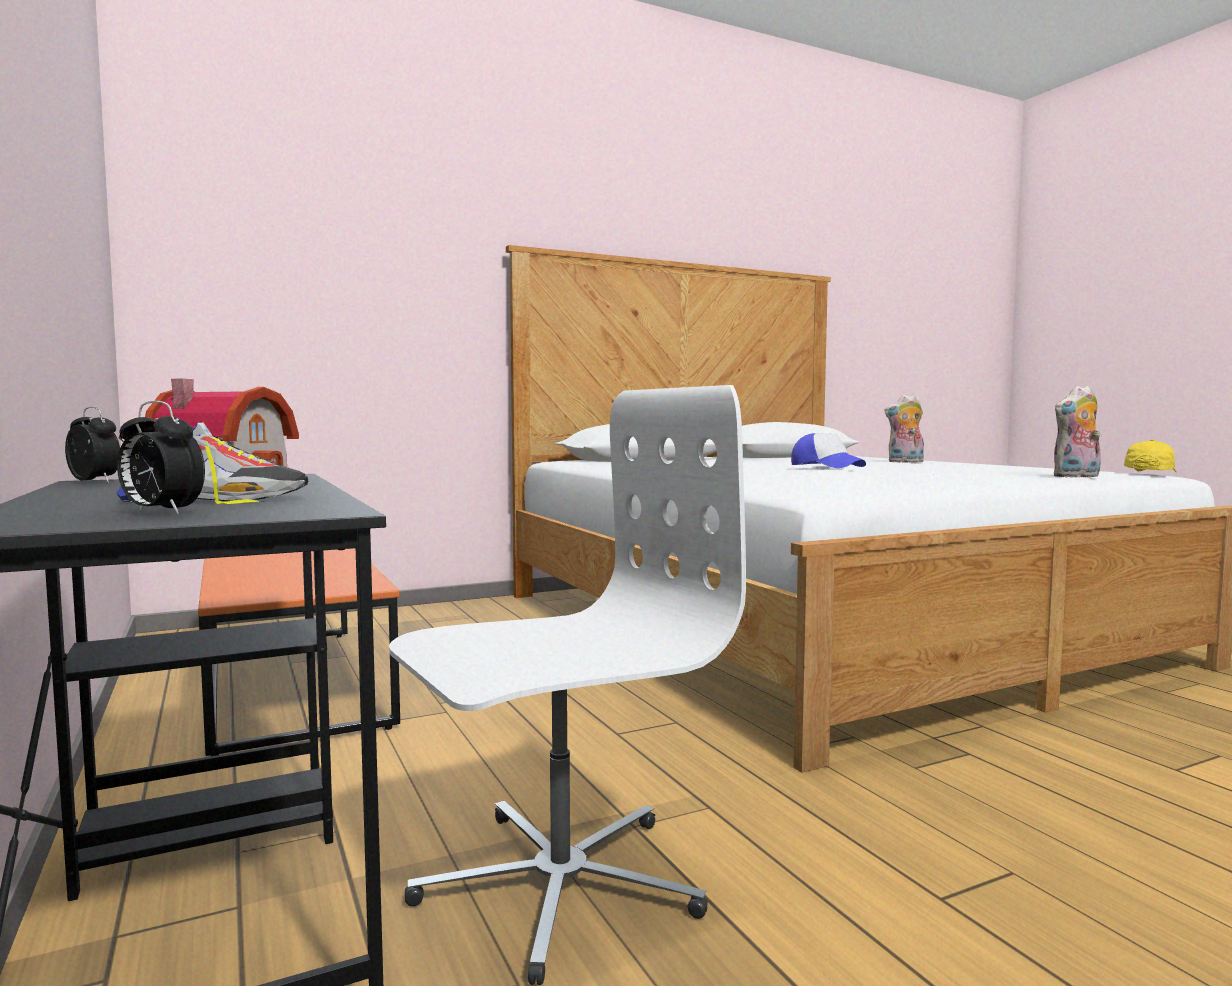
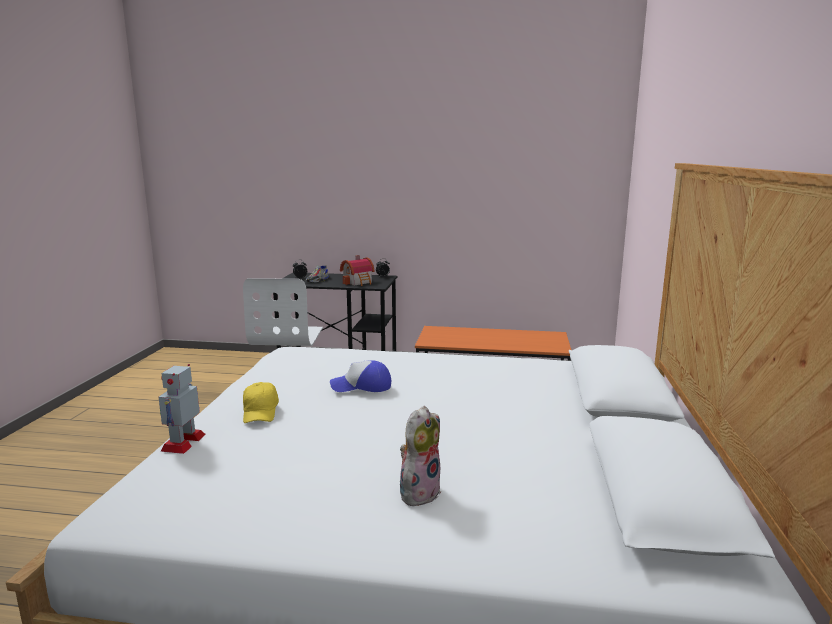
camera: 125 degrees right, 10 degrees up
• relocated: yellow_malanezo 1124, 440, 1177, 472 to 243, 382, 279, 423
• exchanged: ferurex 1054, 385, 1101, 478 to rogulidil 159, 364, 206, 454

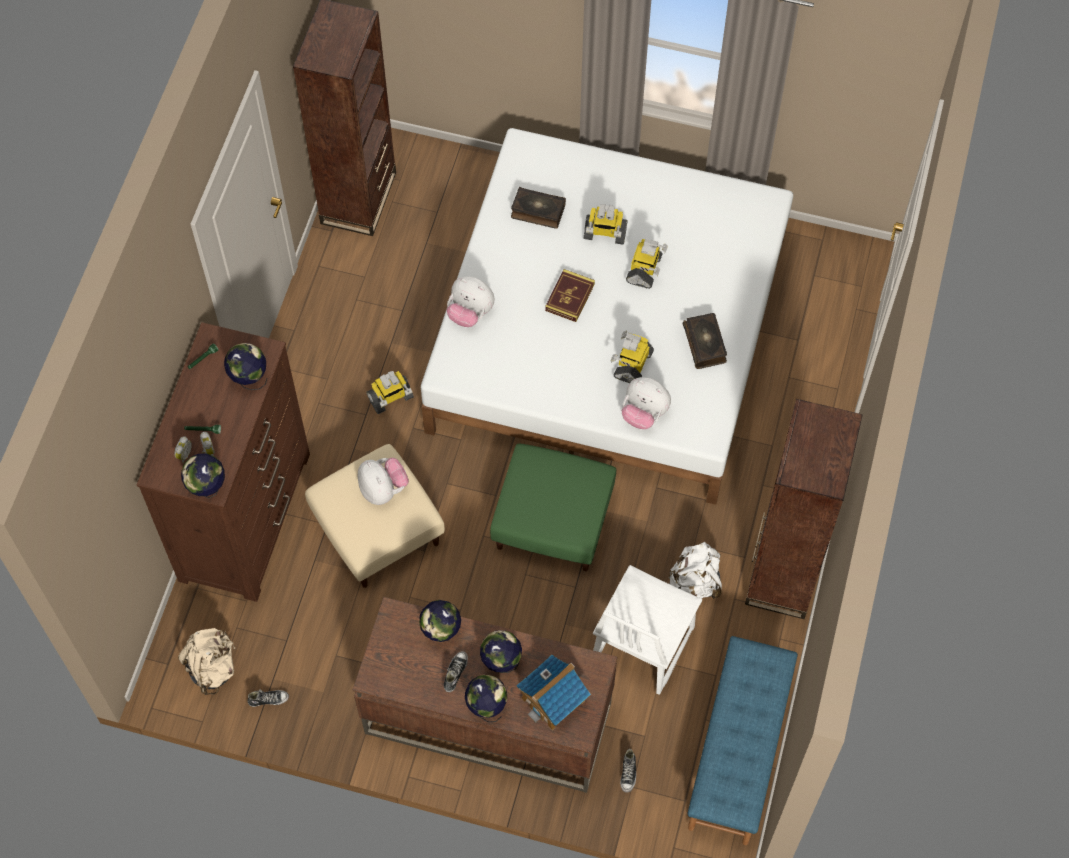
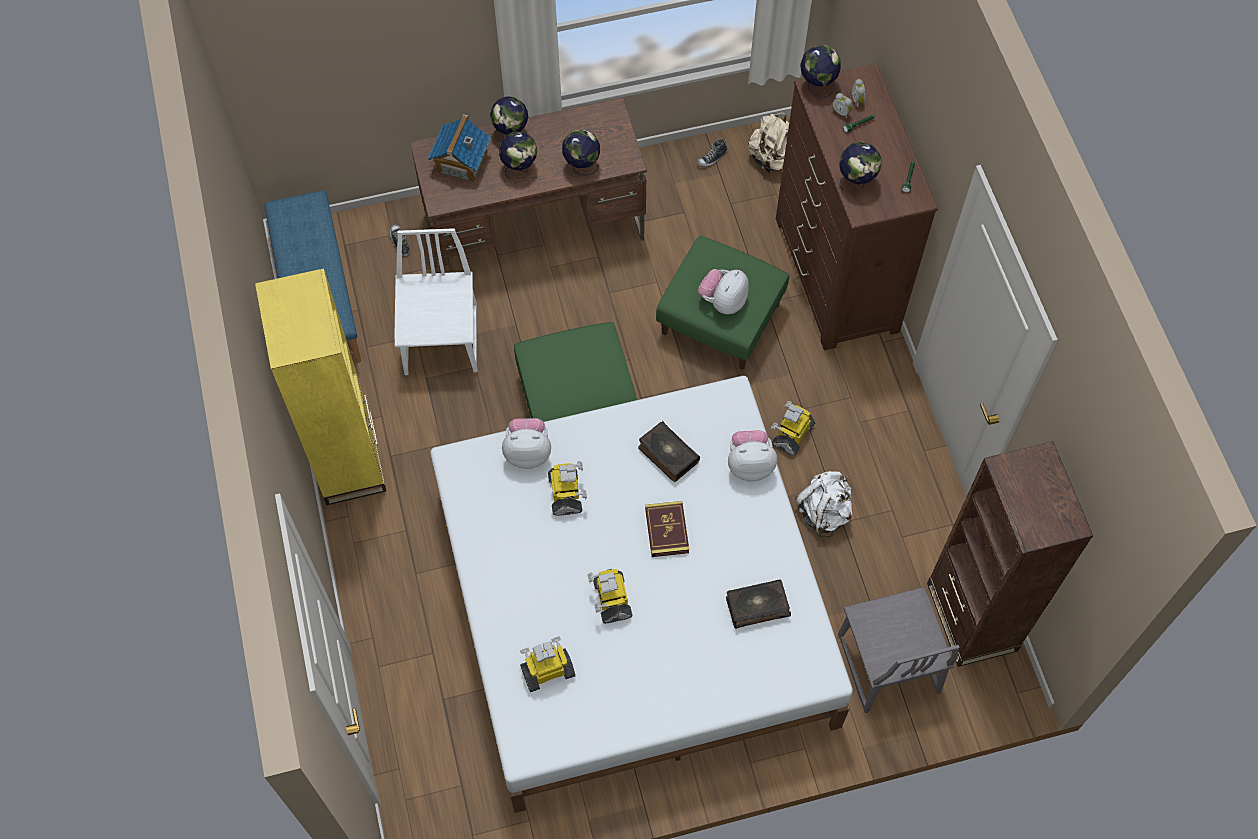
camera: 150 degrees right, 0 degrees up
• missing: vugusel 444, 651, 468, 692
• appeared: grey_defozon 838, 587, 960, 713
• relocated: rogulidil 584, 204, 628, 245 to 520, 636, 576, 692
• relocated: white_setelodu 669, 542, 722, 599 to 795, 471, 852, 538
• relocated: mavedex 683, 313, 727, 369 to 638, 421, 700, 482
• colour: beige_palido 305, 444, 445, 588 to green_palido 656, 236, 789, 370
• colour: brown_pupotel 745, 399, 863, 619 to yellow_pupotel 255, 268, 386, 505
• spun: ferurex 358, 458, 409, 505 = 698, 269, 749, 314 90 degrees clockwise

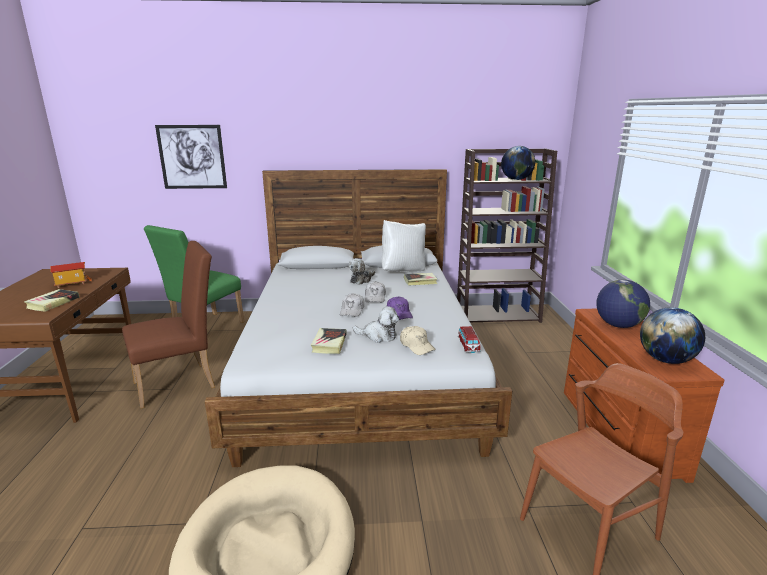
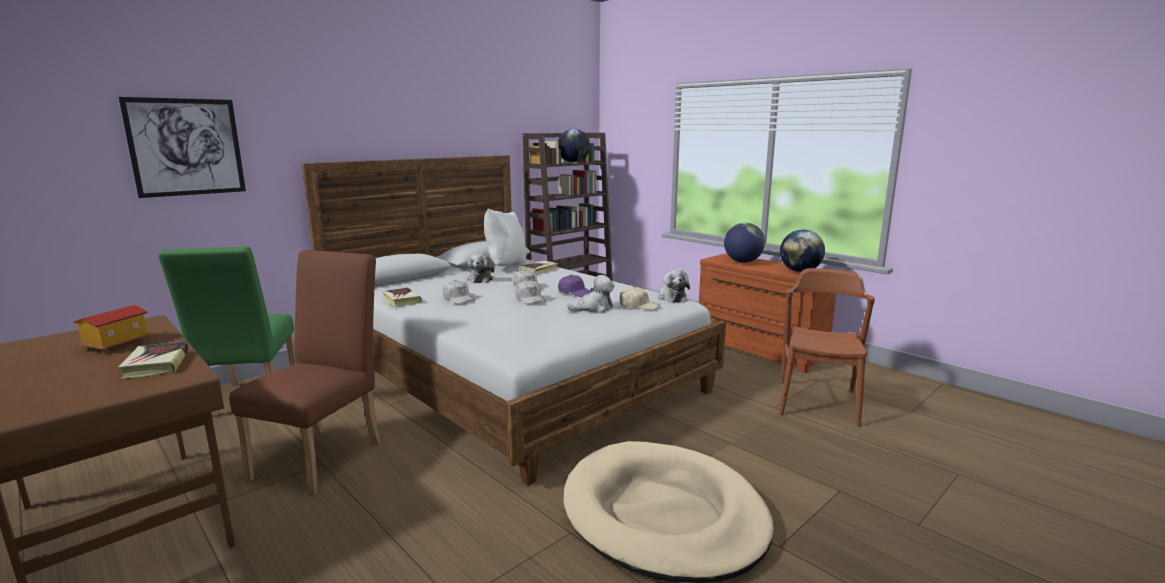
camera: 40 degrees left, 5 degrees down
• appeared: white_malanezo 443, 280, 475, 304
• relocated: mavedex 311, 328, 347, 354 to 382, 287, 422, 307
• exchanged: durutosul 458, 326, 481, 353 to ferurex 659, 269, 690, 303

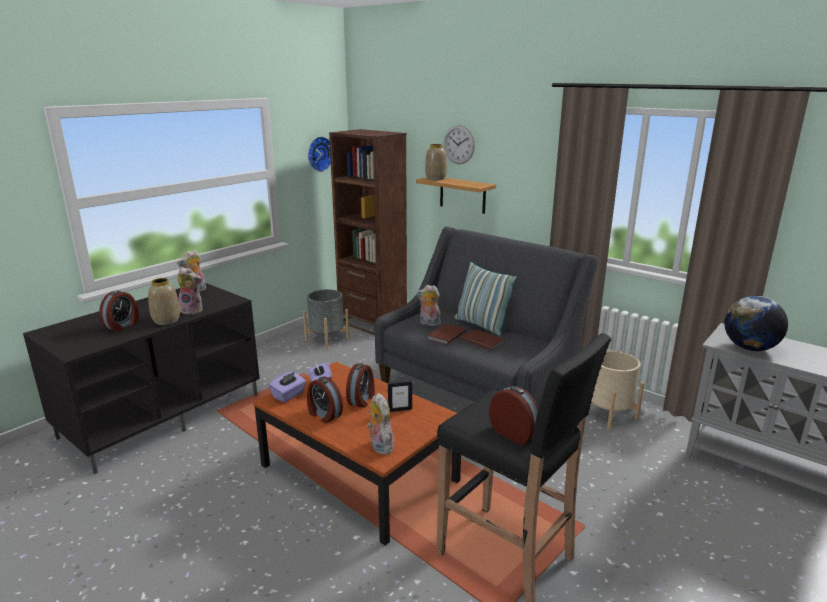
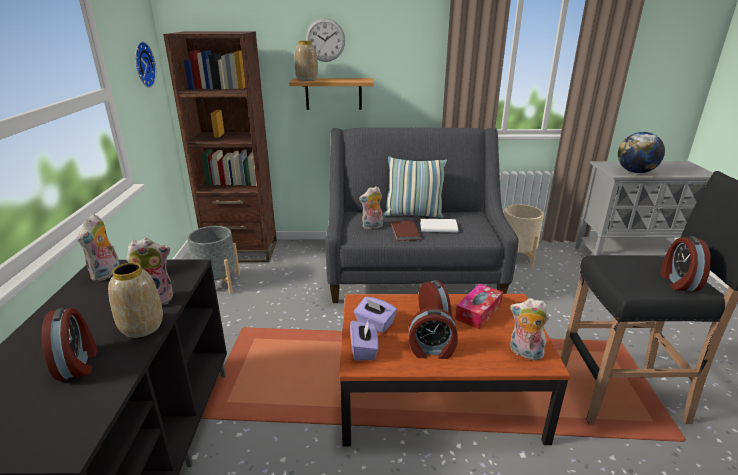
camera: 40 degrees left, 5 degrees up
• exchanged: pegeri 388, 380, 412, 412 to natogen 455, 284, 503, 330
• colour: brown_mavedex 460, 329, 505, 351 to white_mavedex 420, 219, 459, 232
• spun: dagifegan 489, 386, 539, 445 = 660, 236, 711, 292 90 degrees counterclockwise

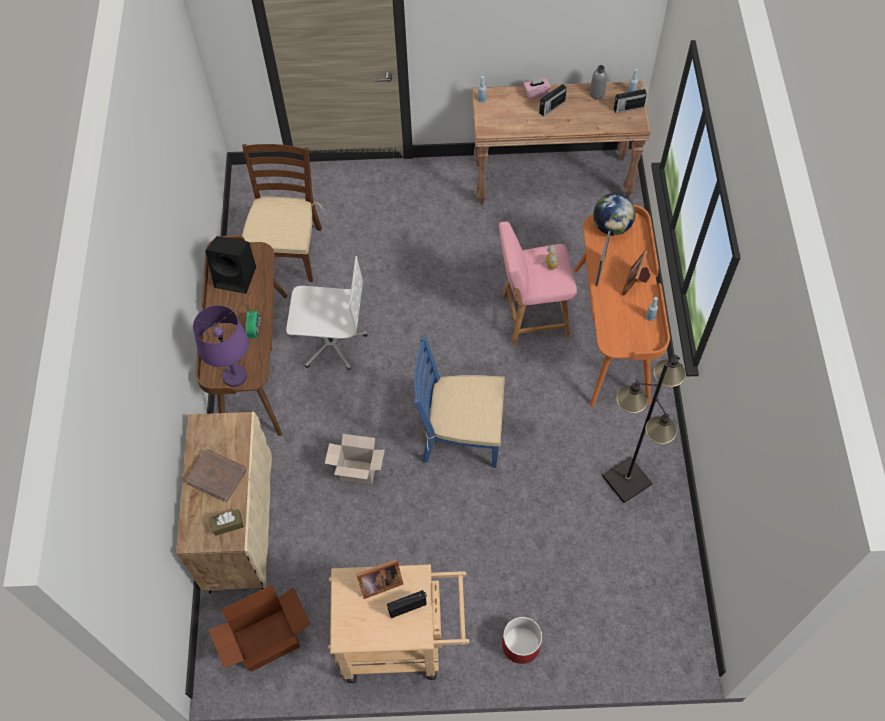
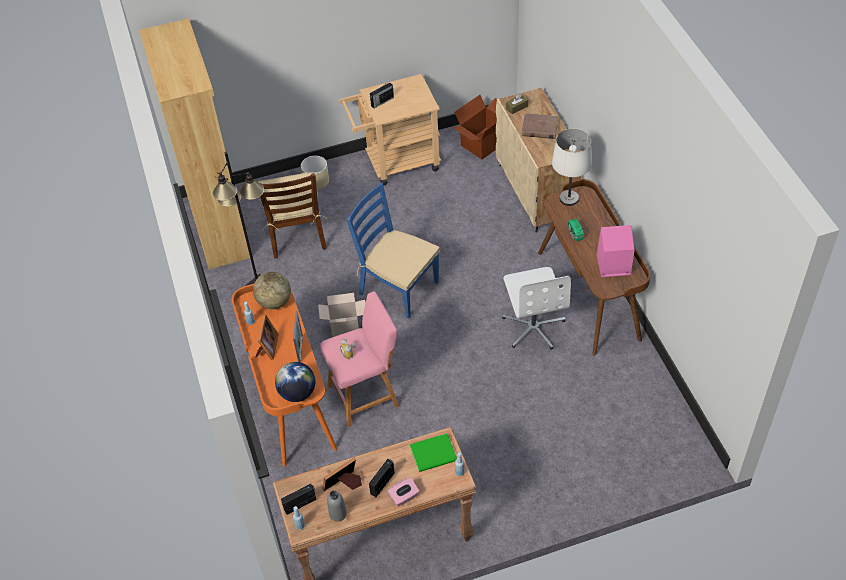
camera: 165 degrees right, 10 degrees down
• appeared: brown_pupotel 139, 18, 250, 270
• appeared: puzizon 253, 272, 291, 309
• appeared: green_mavedex 410, 433, 457, 472
• relocated: brown_defozon 242, 144, 323, 282 to 258, 172, 327, 259
• relocated: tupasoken 325, 434, 385, 485 to 318, 293, 365, 337
• relocated: pegeri 356, 559, 403, 599 to 322, 458, 362, 491
• colour: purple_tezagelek 193, 305, 249, 387 to white_tezagelek 552, 129, 592, 206
• colour: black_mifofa 205, 236, 256, 294 to pink_mifofa 597, 225, 635, 277
• colour: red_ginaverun 502, 617, 543, 664 to beige_ginaverun 301, 155, 329, 190
• spun: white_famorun 286, 256, 368, 370 = 502, 267, 571, 350 90 degrees counterclockwise
• spun: blue_defozon 414, 336, 505, 468 = 347, 183, 440, 319 135 degrees counterclockwise

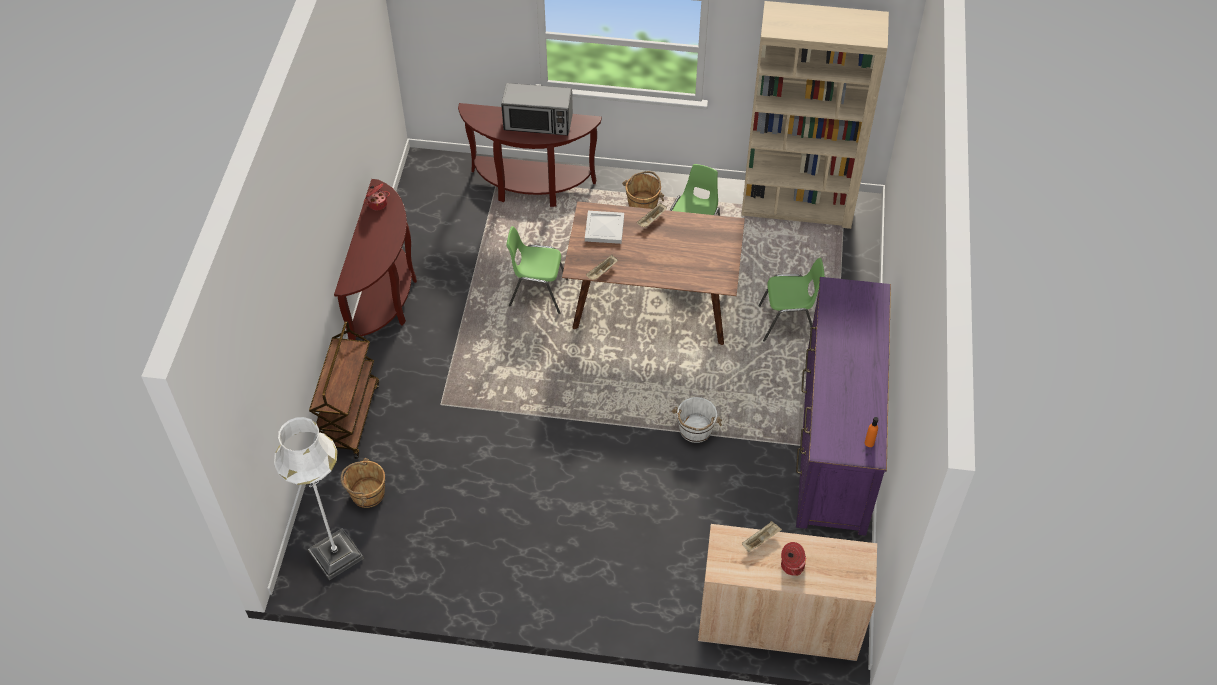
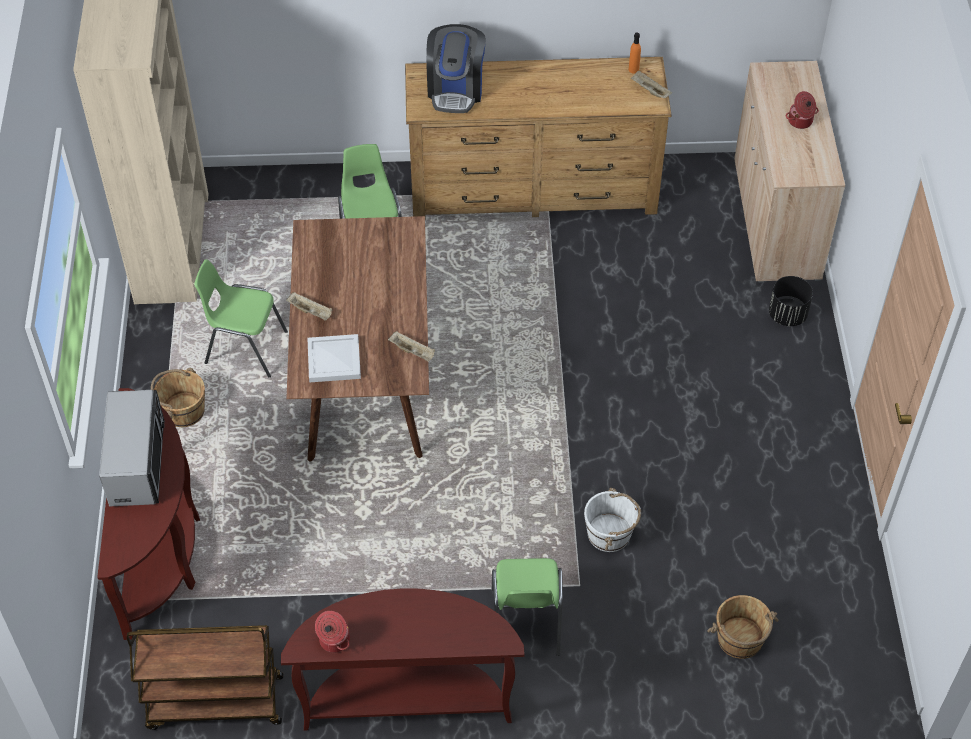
camera: 100 degrees left, 0 degrees up
• missing: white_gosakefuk 274, 417, 364, 580
• appeared: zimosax 426, 24, 486, 113
• appeared: black_ginaverun 769, 276, 813, 326
• relocated: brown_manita 309, 321, 379, 459 to 127, 625, 283, 730
• relocated: green_defozon 506, 226, 568, 314 to 492, 558, 563, 656
• relocated: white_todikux 671, 397, 722, 443 to 584, 488, 641, 552
• relocated: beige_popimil 742, 521, 782, 552 to 631, 70, 672, 98
• colour: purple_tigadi 796, 277, 891, 536 to brown_tigadi 405, 57, 671, 220

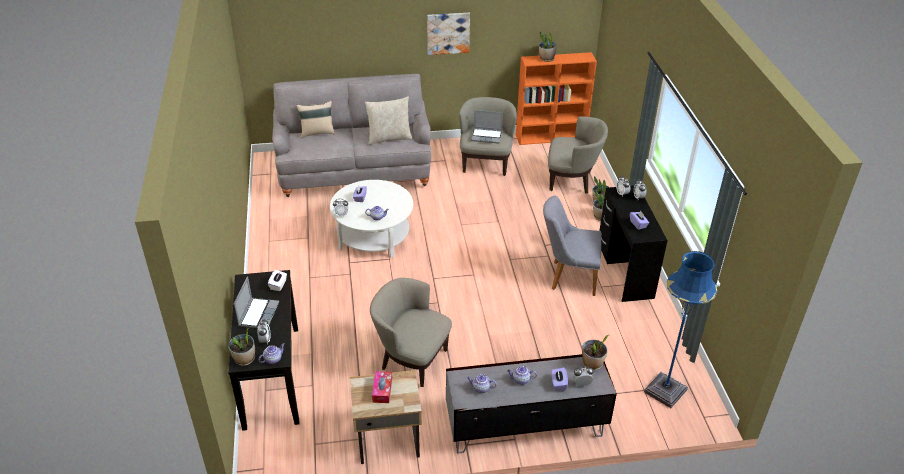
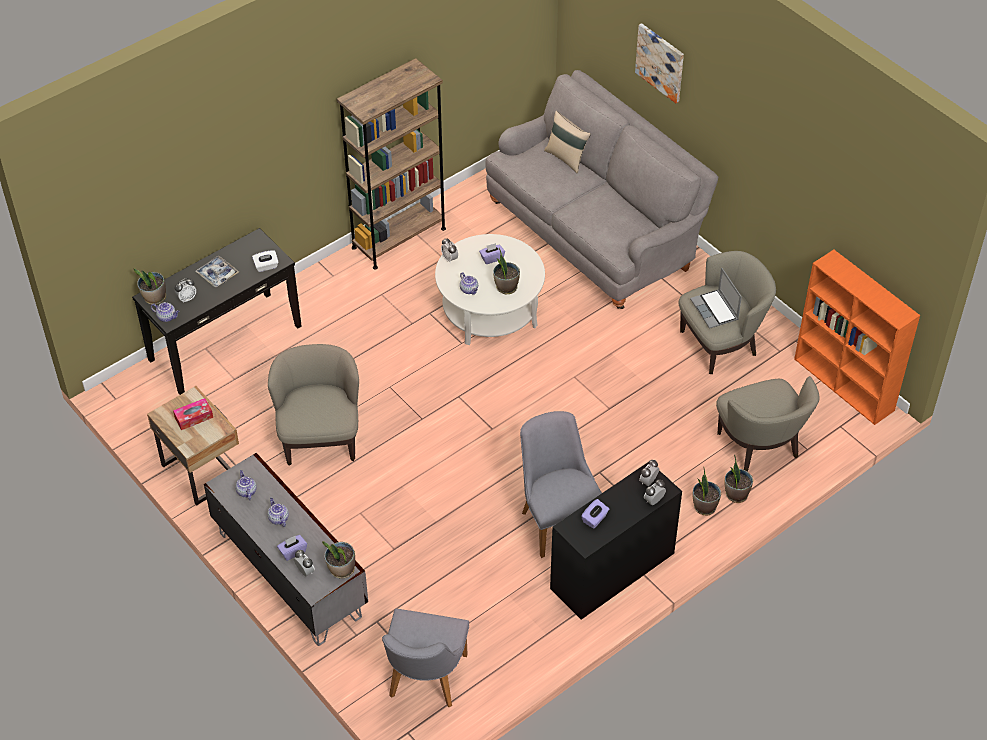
camera: 60 degrees right, 10 degrees up
• missing: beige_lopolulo 365, 96, 412, 145
• appeared: brown_pupotel 337, 58, 446, 270
• relocated: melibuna 427, 13, 470, 55 to 635, 23, 684, 103
• relocated: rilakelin 539, 31, 557, 62 to 493, 248, 520, 294
• exchanged: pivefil 234, 276, 279, 328 to popimil 195, 256, 239, 287
• exchanged: blue_gosakefuk 644, 251, 717, 408 to grey_defozon 382, 609, 469, 707

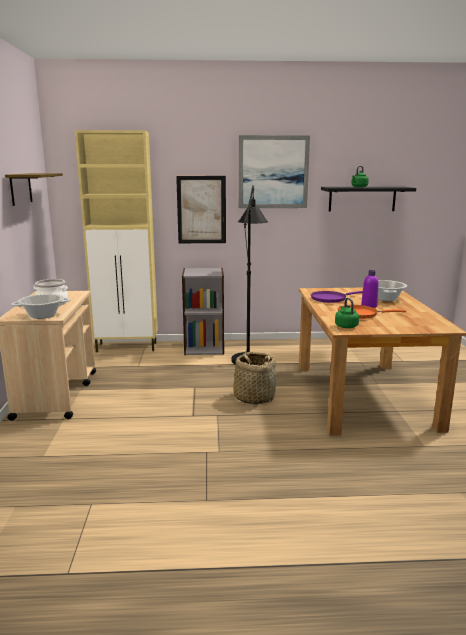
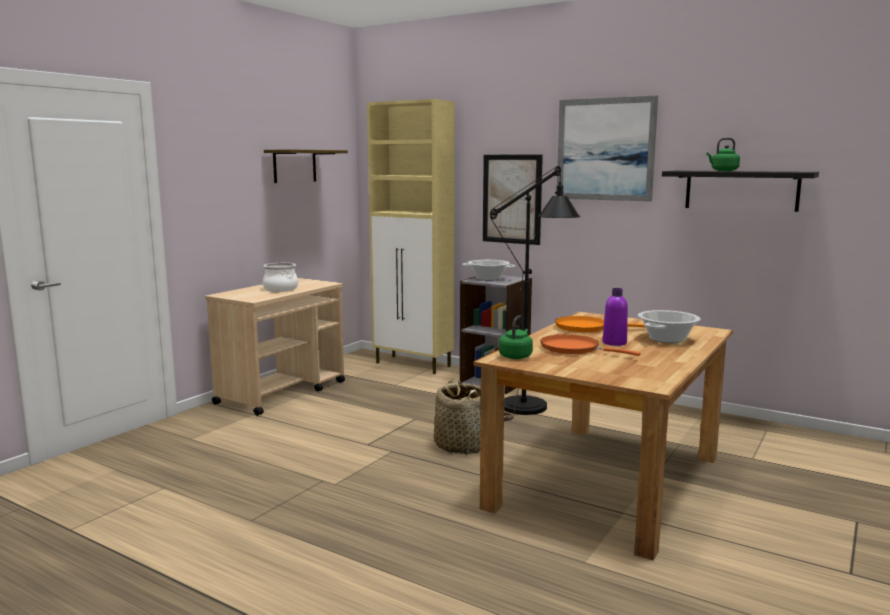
camera: 35 degrees right, 5 degrees down
• relocated: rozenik 11, 294, 71, 319 to 462, 260, 516, 281
• colour: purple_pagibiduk 311, 291, 363, 303 to orange_pagibiduk 555, 316, 645, 332

